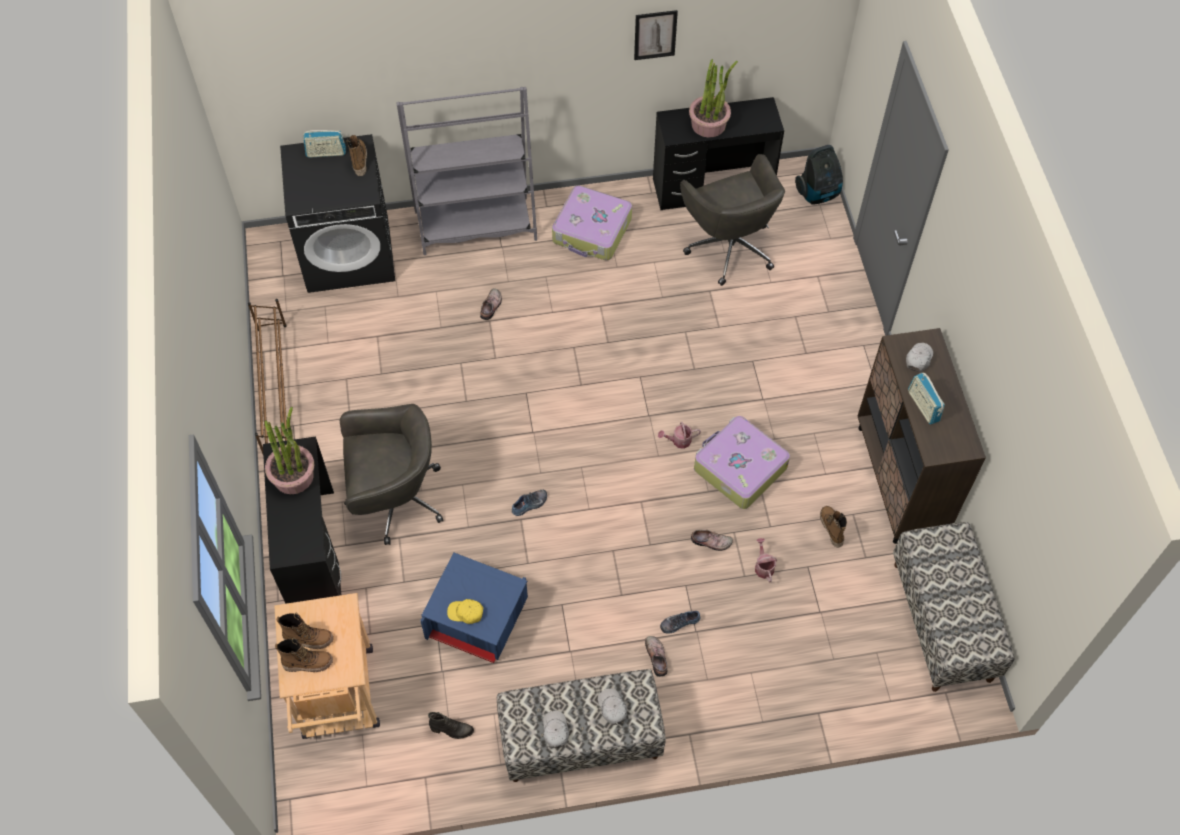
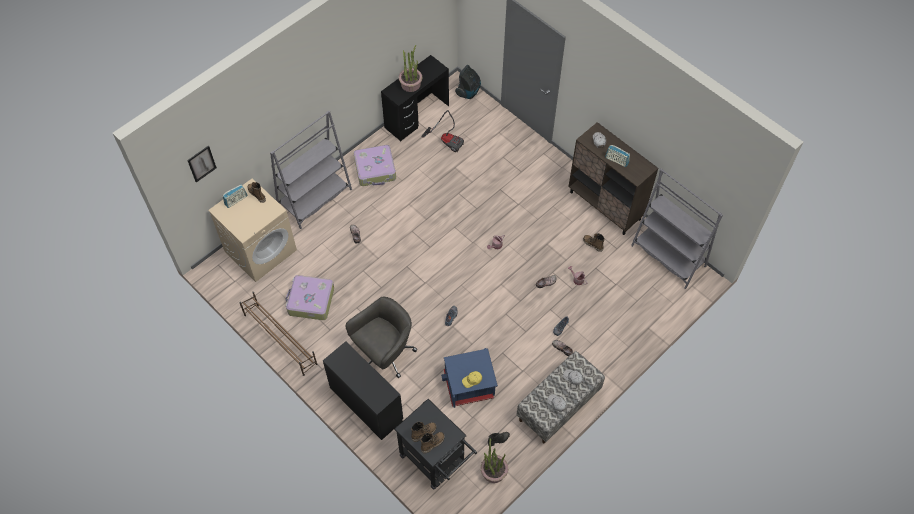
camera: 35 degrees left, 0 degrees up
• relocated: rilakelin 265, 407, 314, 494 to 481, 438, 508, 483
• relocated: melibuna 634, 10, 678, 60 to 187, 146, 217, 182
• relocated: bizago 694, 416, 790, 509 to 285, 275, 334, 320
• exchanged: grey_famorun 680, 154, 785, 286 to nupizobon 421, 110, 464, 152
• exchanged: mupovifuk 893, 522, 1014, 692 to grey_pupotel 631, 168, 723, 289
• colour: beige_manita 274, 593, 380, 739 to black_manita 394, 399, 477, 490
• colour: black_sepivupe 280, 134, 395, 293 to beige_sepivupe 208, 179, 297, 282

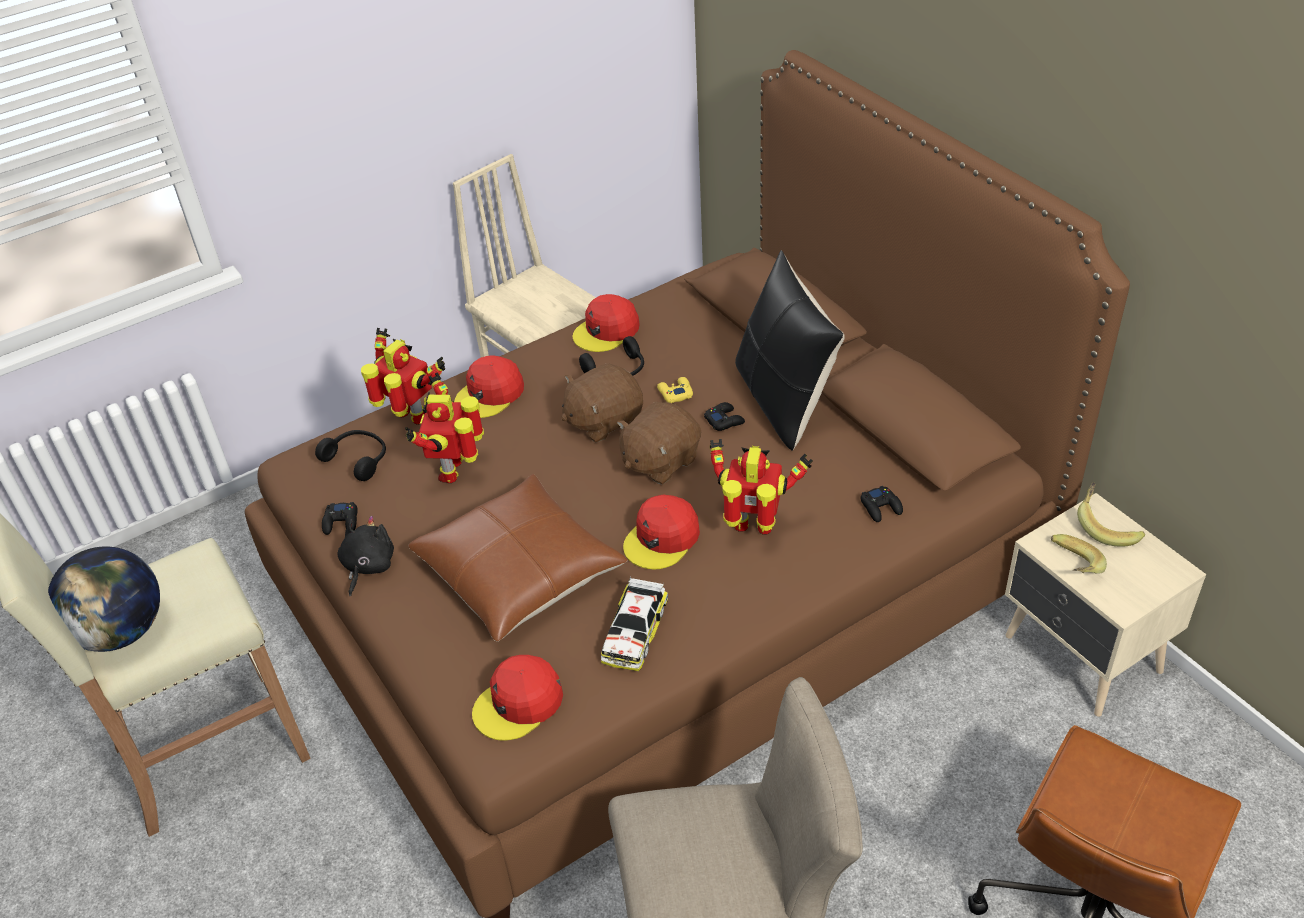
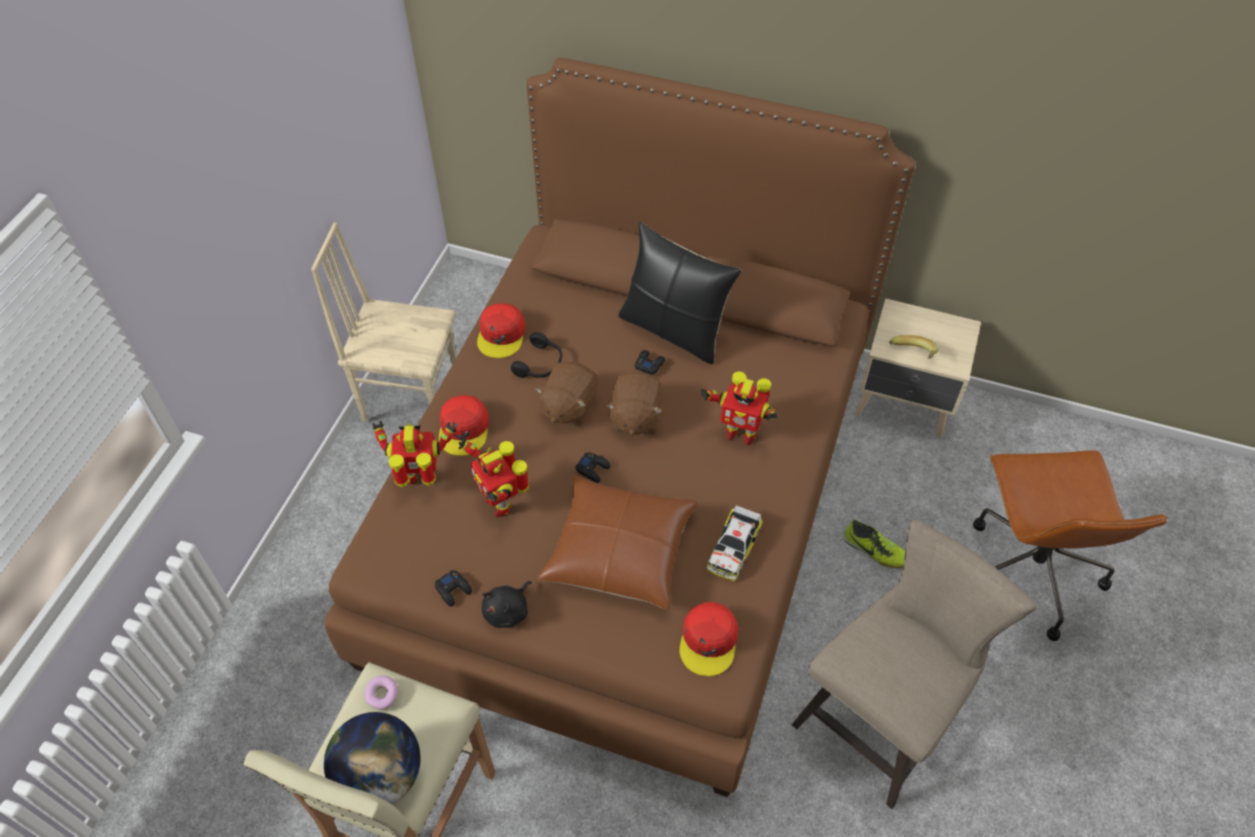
camera: 40 degrees left, 10 degrees up
• missing: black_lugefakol 315, 430, 386, 481
• missing: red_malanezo 623, 495, 700, 569
• missing: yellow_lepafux 657, 377, 693, 403
• missing: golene 1077, 482, 1145, 547
• appeared: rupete 365, 676, 399, 710
• appeared: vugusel 843, 519, 905, 568
• relocated: black_lepafux 861, 486, 903, 522 to 575, 452, 610, 483
• spun: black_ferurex 338, 516, 394, 597 = 481, 581, 532, 628 120 degrees counterclockwise
• spun: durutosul 601, 577, 668, 671 = 707, 504, 763, 581 45 degrees clockwise
• spun: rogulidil 710, 439, 813, 534 = 701, 371, 777, 445 135 degrees counterclockwise

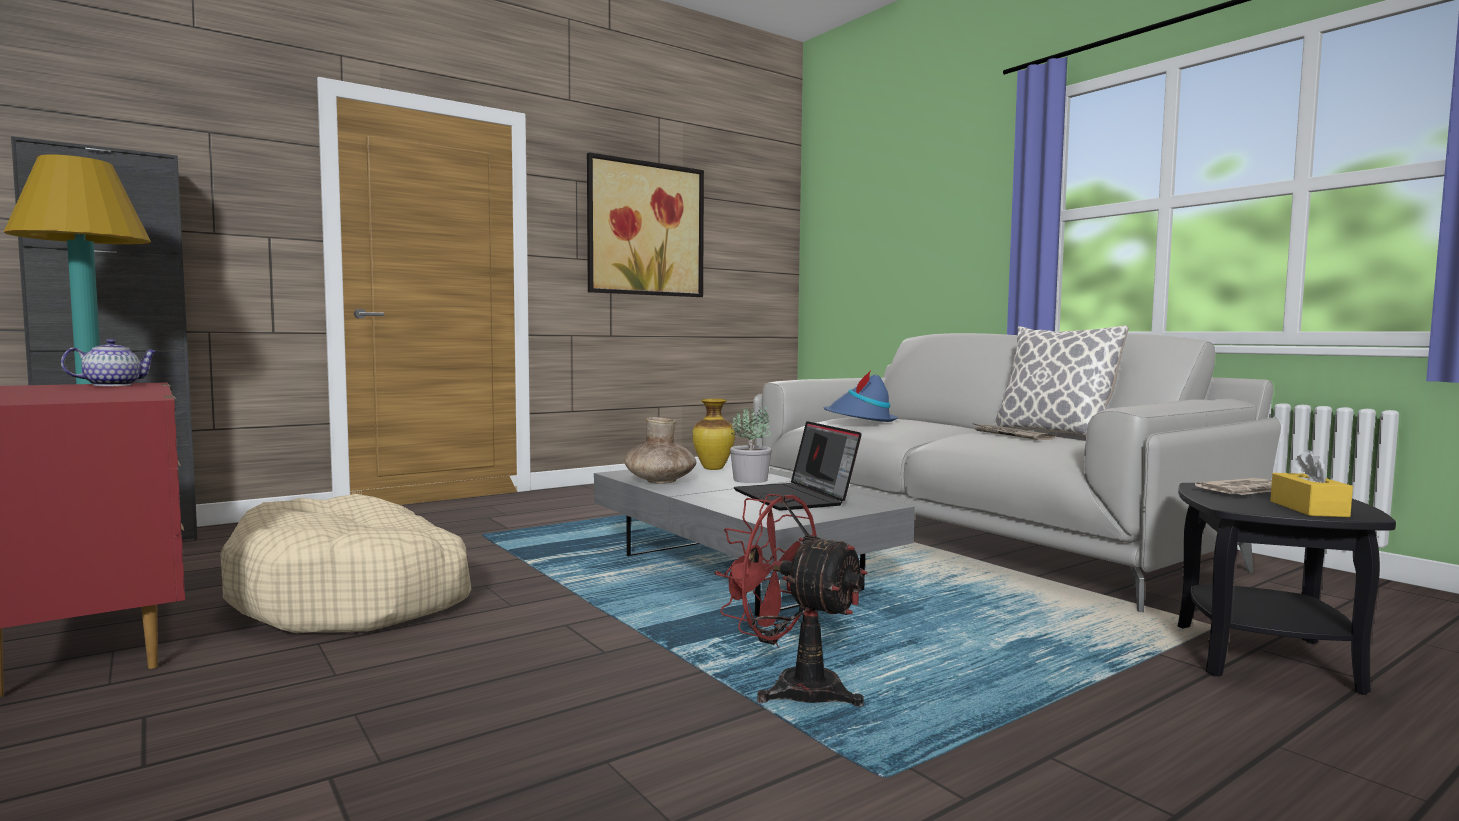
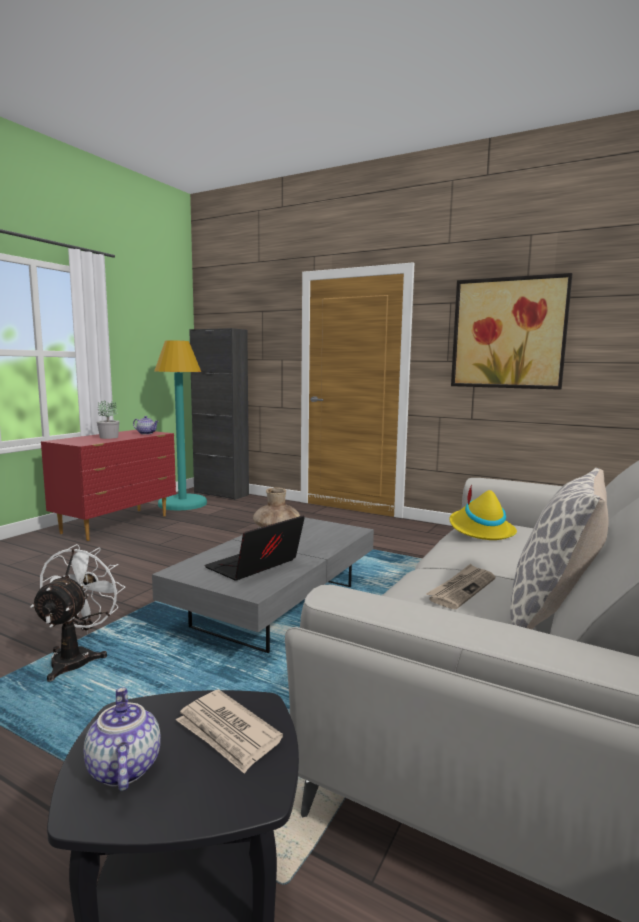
camera: 65 degrees right, 5 degrees up
• missing: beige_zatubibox 220, 494, 472, 633
• missing: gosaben 692, 399, 735, 470
• relocated: rilakelin 730, 406, 772, 483 to 97, 400, 119, 439
• exchanged: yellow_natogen 1270, 450, 1353, 517 to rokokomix 84, 687, 161, 791
• colour: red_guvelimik 714, 494, 868, 707 to white_guvelimik 30, 544, 125, 682
• colour: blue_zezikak 824, 369, 898, 422 to yellow_zezikak 450, 484, 517, 540

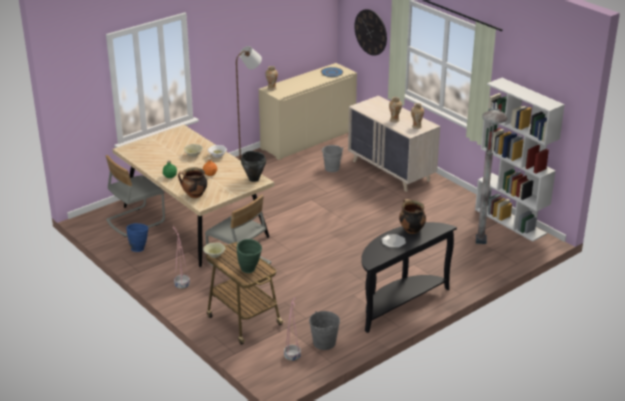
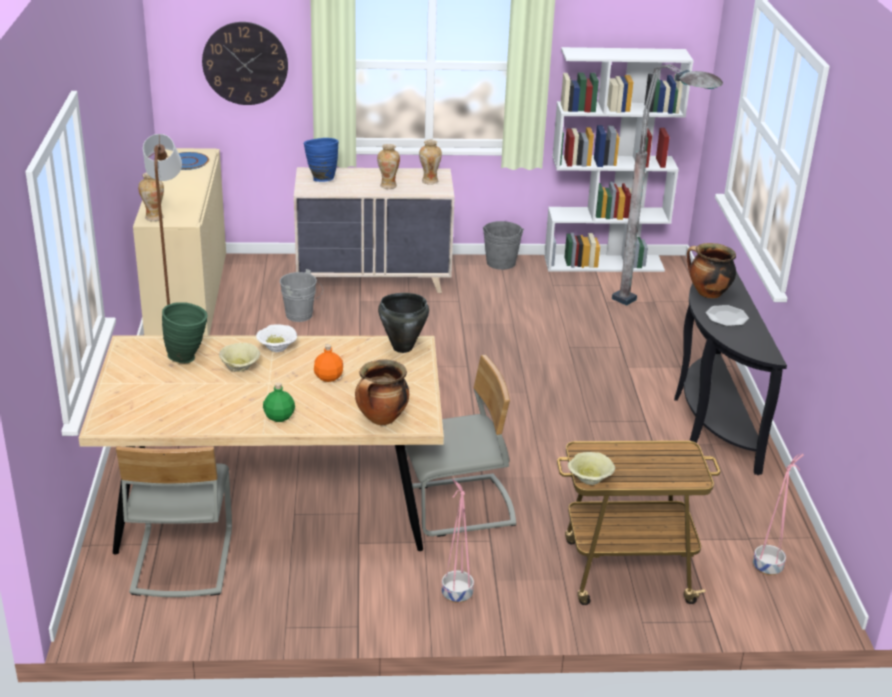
camera: 55 degrees left, 0 degrees up
• relocated: blue_gosaben 126, 223, 148, 252 to 304, 138, 338, 182
• relocated: green_gosaben 237, 239, 262, 273 to 162, 302, 208, 363
• relocated: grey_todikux 309, 311, 340, 350 to 483, 221, 524, 270

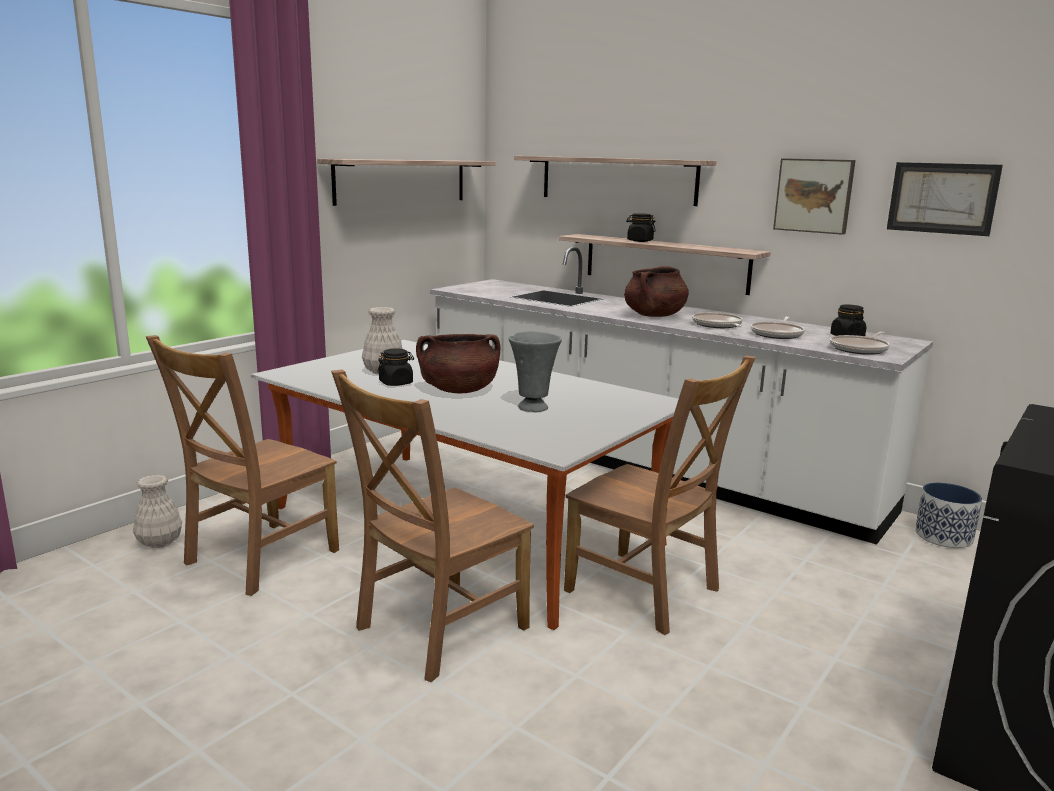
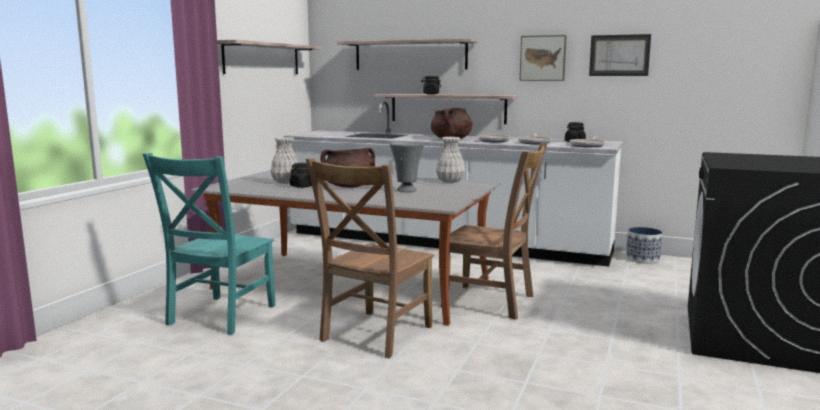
camera: 15 degrees left, 5 degrees down
• relocated: white_gosaben 133, 475, 182, 548 to 436, 137, 465, 183
• colour: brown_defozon 146, 335, 339, 596 to turquoise_defozon 143, 153, 276, 335

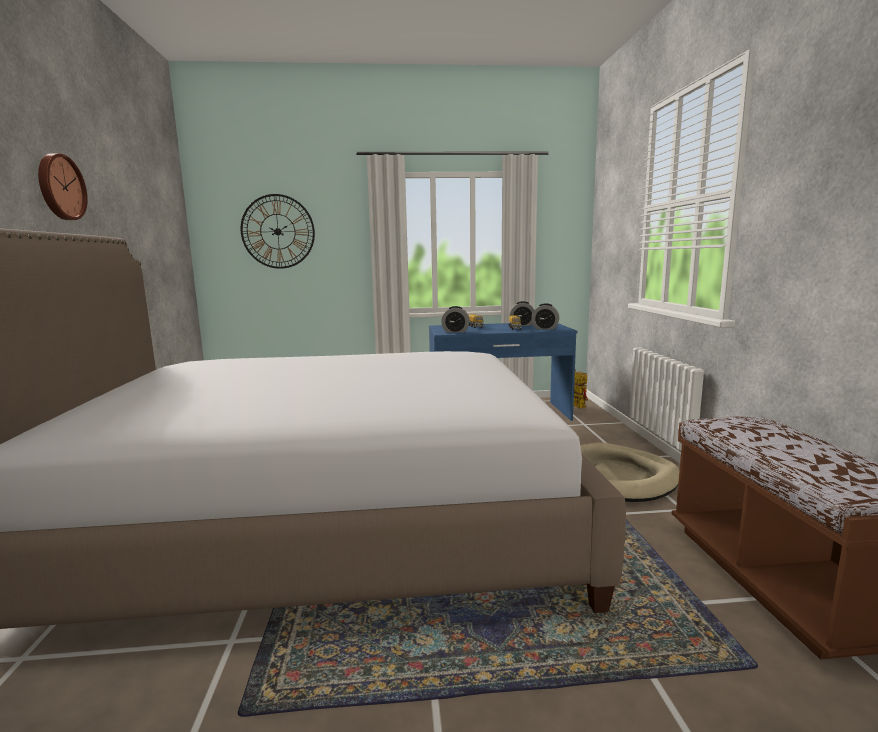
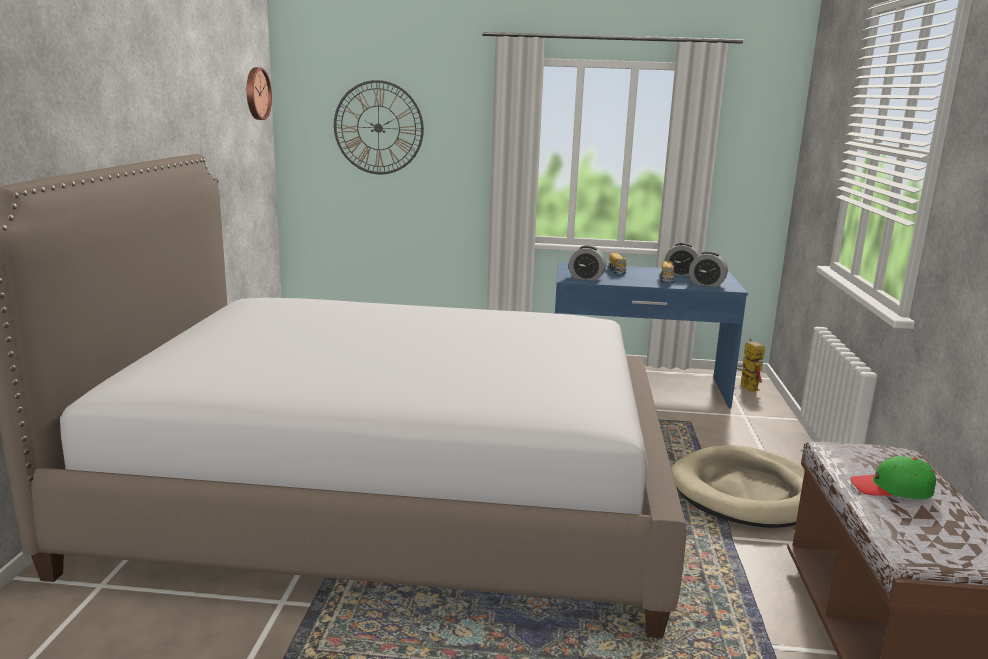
camera: 10 degrees right, 5 degrees up
• appeared: green_malanezo 850, 456, 936, 499
• relocated: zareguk 38, 153, 88, 220 to 247, 67, 272, 120

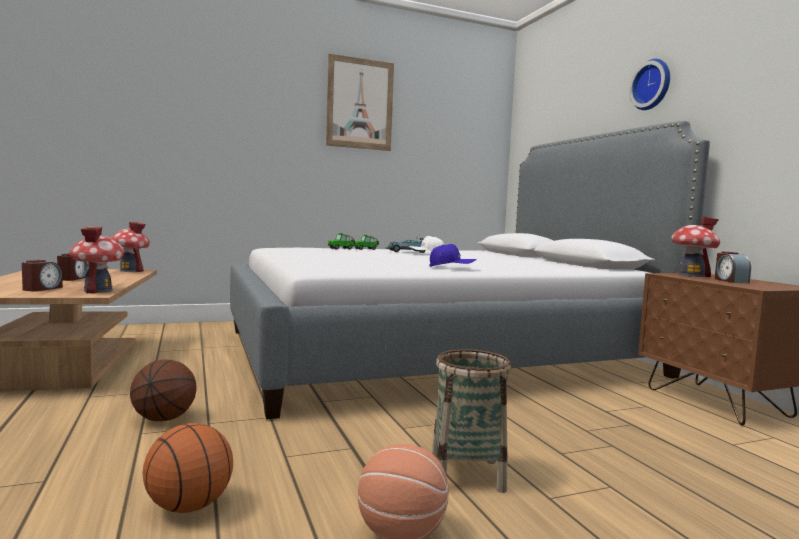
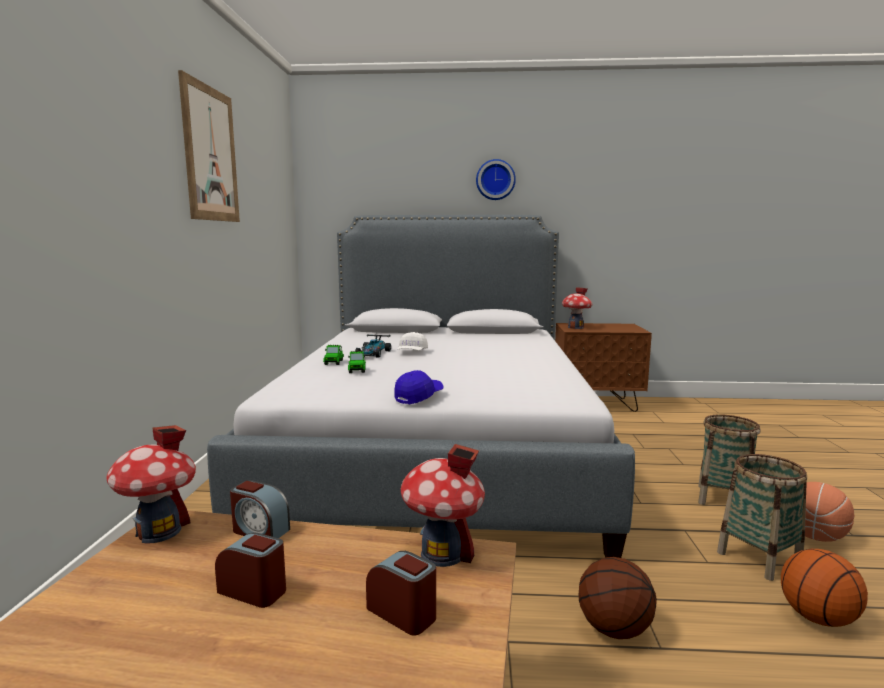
camera: 65 degrees left, 5 degrees up
• appeared: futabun 717, 454, 807, 581
• relocated: blue_malanezo 429, 244, 477, 267 to 394, 370, 444, 404
• relocated: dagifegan 715, 252, 751, 283 to 230, 480, 290, 538

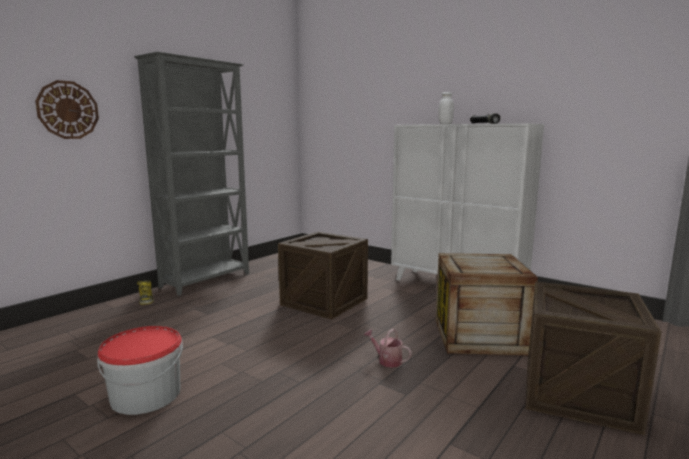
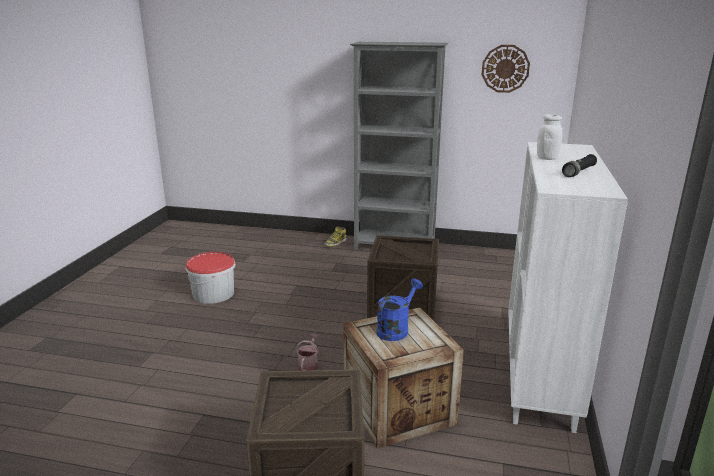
camera: 65 degrees right, 10 degrees up
• appeared: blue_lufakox 376, 279, 423, 341
• relocated: zareguk 35, 80, 99, 139 to 482, 45, 530, 93

